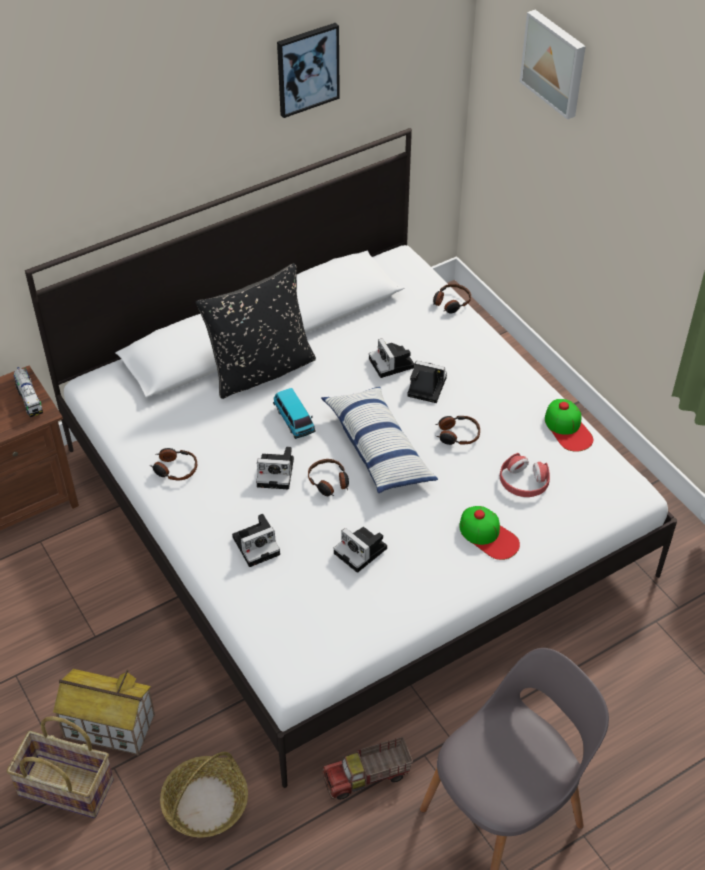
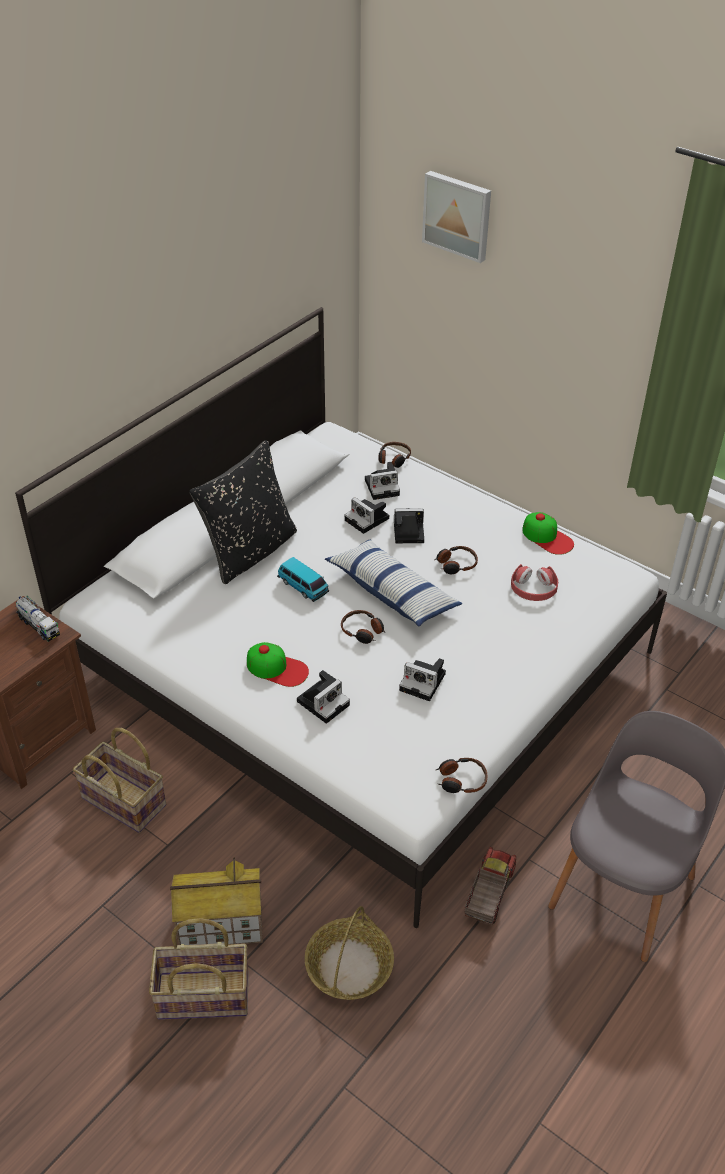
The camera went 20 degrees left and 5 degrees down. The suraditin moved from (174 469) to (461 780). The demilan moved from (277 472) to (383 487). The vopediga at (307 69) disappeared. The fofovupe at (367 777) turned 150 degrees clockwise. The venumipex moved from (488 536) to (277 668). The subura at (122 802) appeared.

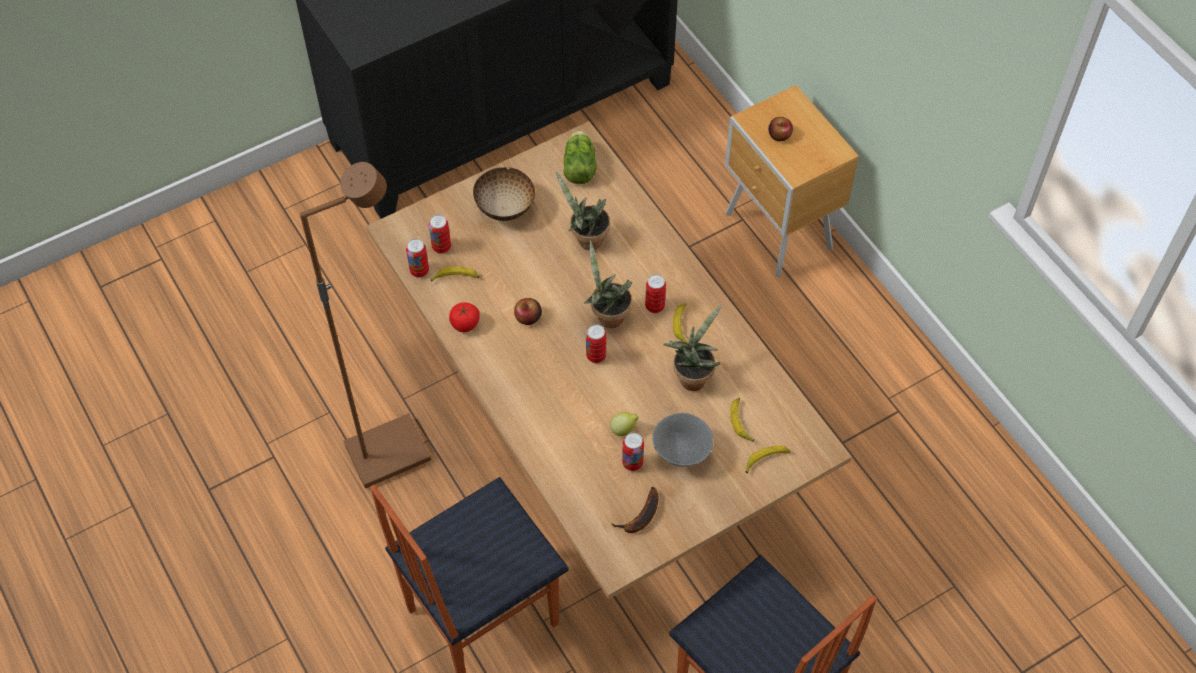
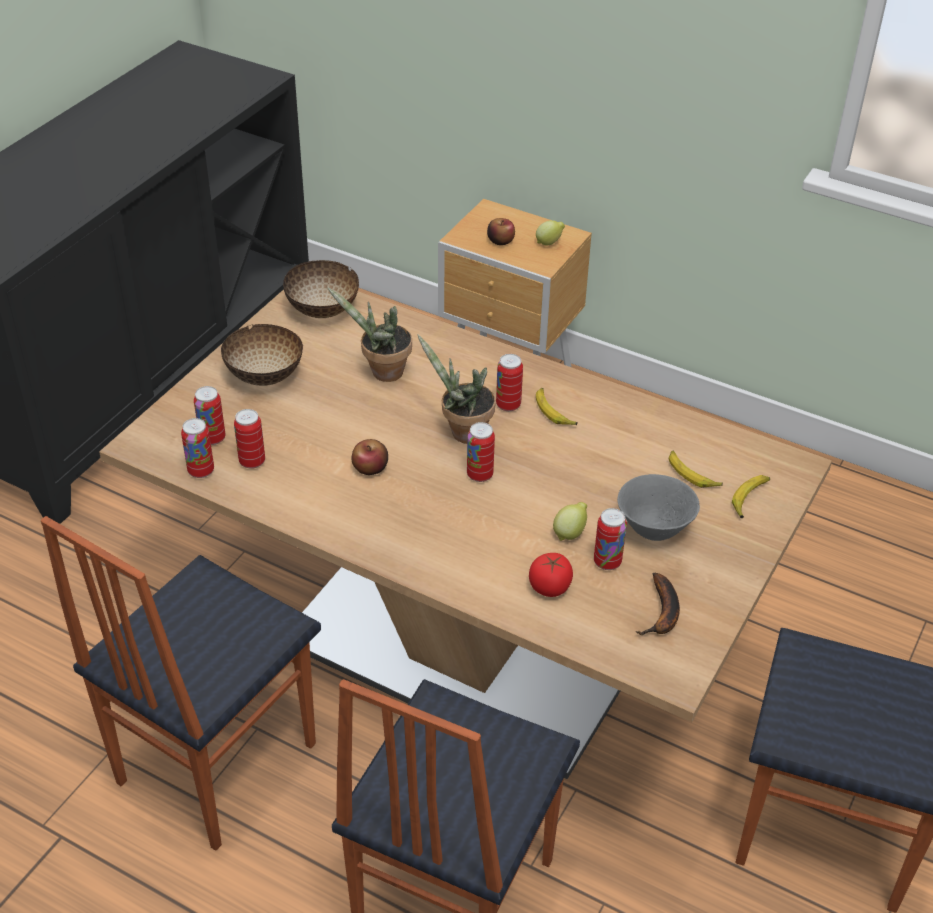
The camera went 30 degrees left and 15 degrees down. The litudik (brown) at (388 451) was replaced by the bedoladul at (213 763). The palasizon at (455 278) was replaced by the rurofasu at (252 461). The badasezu moved from (465 324) to (550 587). The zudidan at (579 165) was replaced by the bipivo at (323 311). The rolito at (693 376) disappeared. The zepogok at (549 243) appeared.

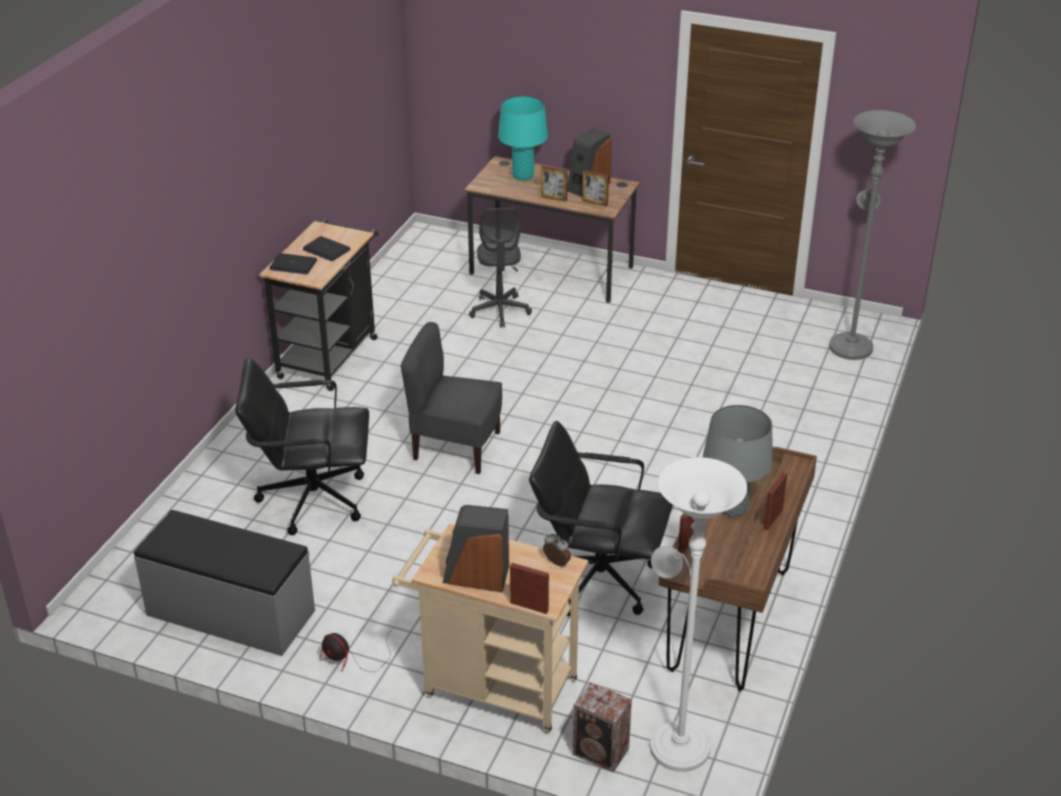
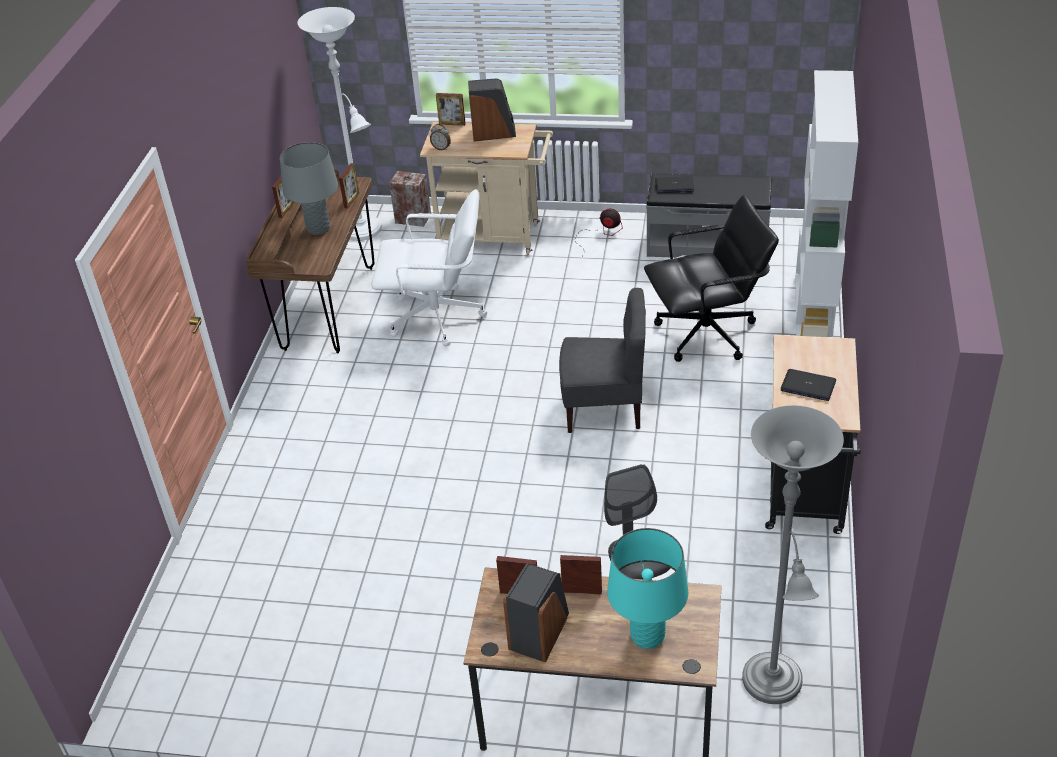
The camera went 170 degrees right and 5 degrees up. The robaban moved from (293 265) to (674 185). The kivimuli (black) at (598 579) became the kivimuli (white) at (437 318). The litudik (grey) moved from (850 344) to (774 686). The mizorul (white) at (814 312) appeared.

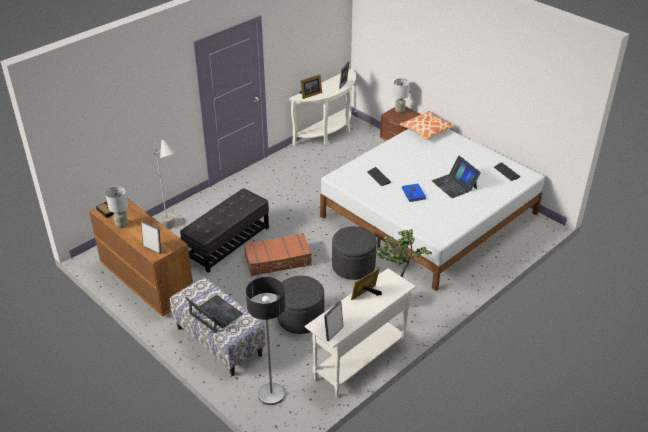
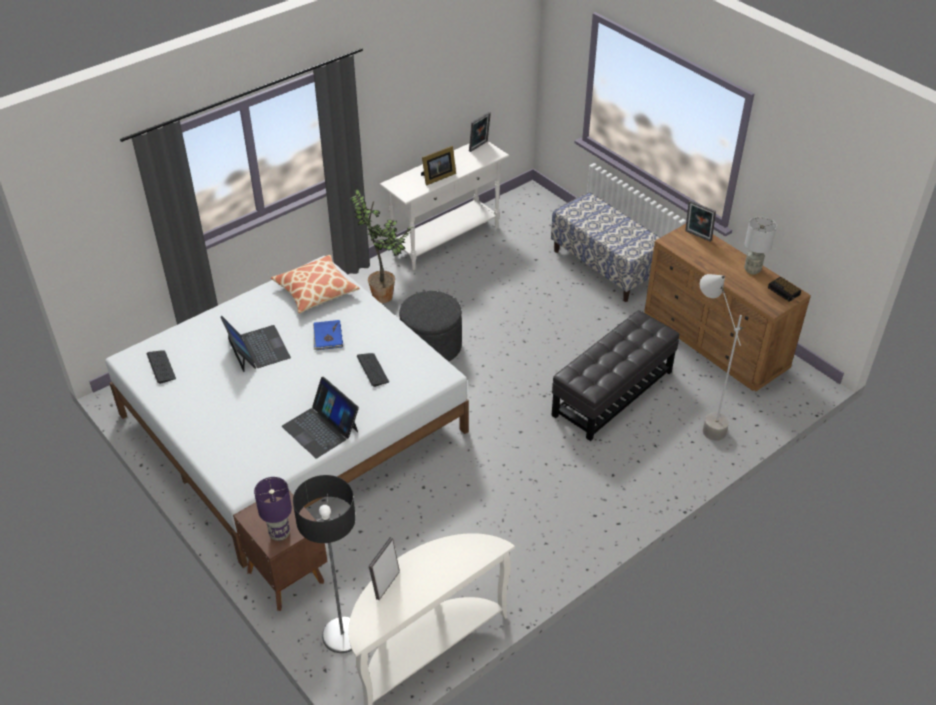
The camera went 175 degrees left and 5 degrees up. The robaban moved from (215 314) to (321 428). The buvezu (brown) at (278 260) disappeared. The litudik moved from (271 394) to (342 635). The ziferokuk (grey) at (300 318) disappeared. The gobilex at (310 94) disappeared. The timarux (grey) at (399 111) became the timarux (purple) at (280 533). The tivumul moved from (426 130) to (316 291).

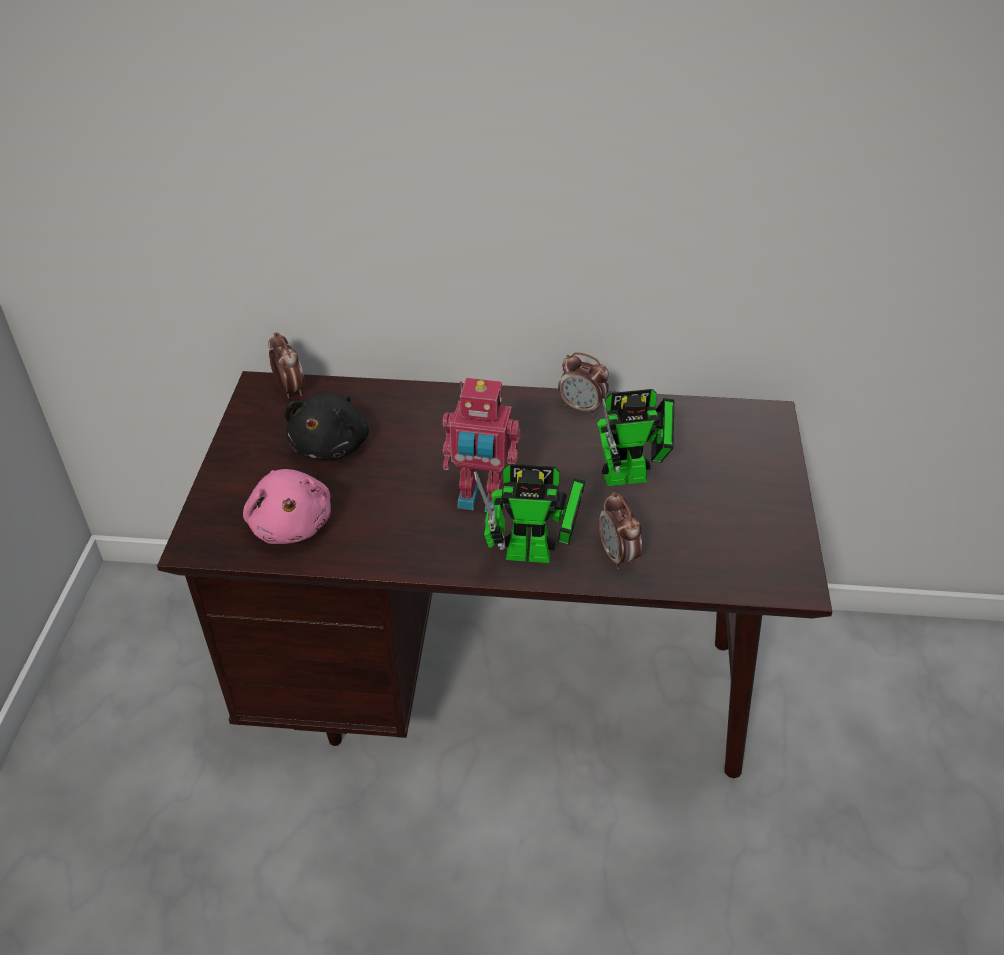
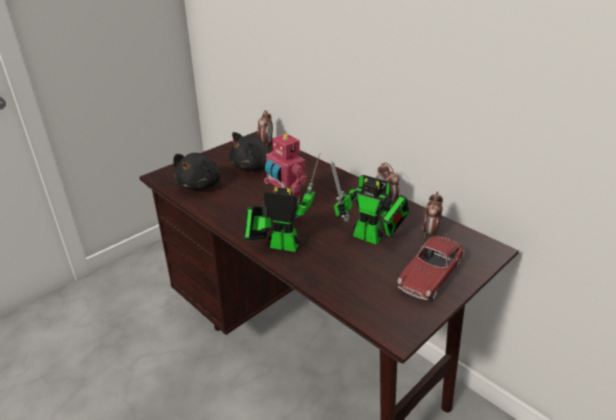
The camera went 40 degrees right and 10 degrees down. The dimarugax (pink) at (291 523) became the dimarugax (black) at (200 185). The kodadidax at (536 554) turned 150 degrees clockwise. The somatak moved from (618 555) to (430 232). The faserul at (430 275) appeared.

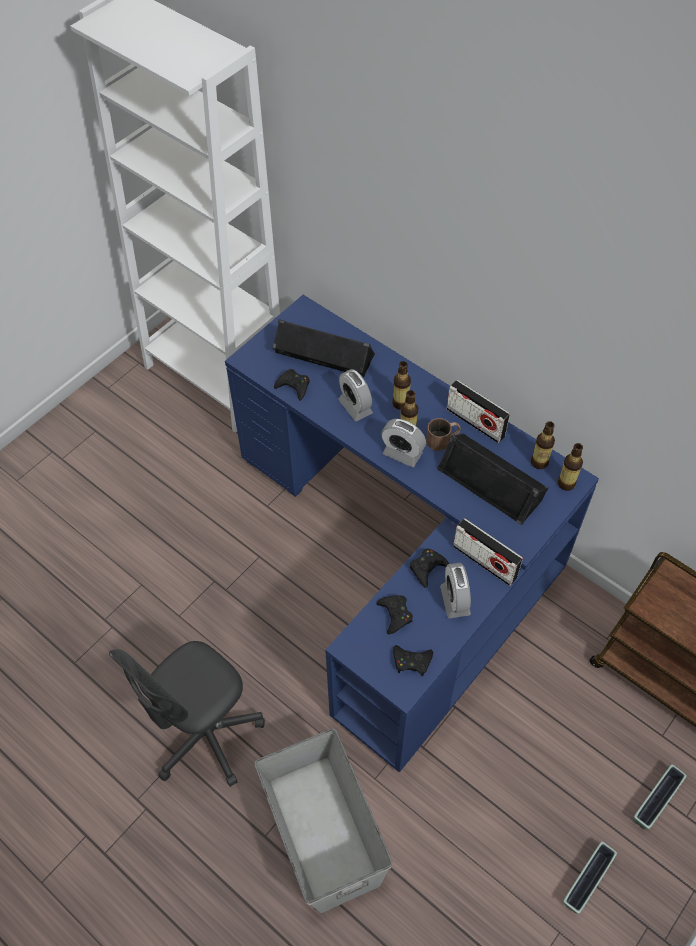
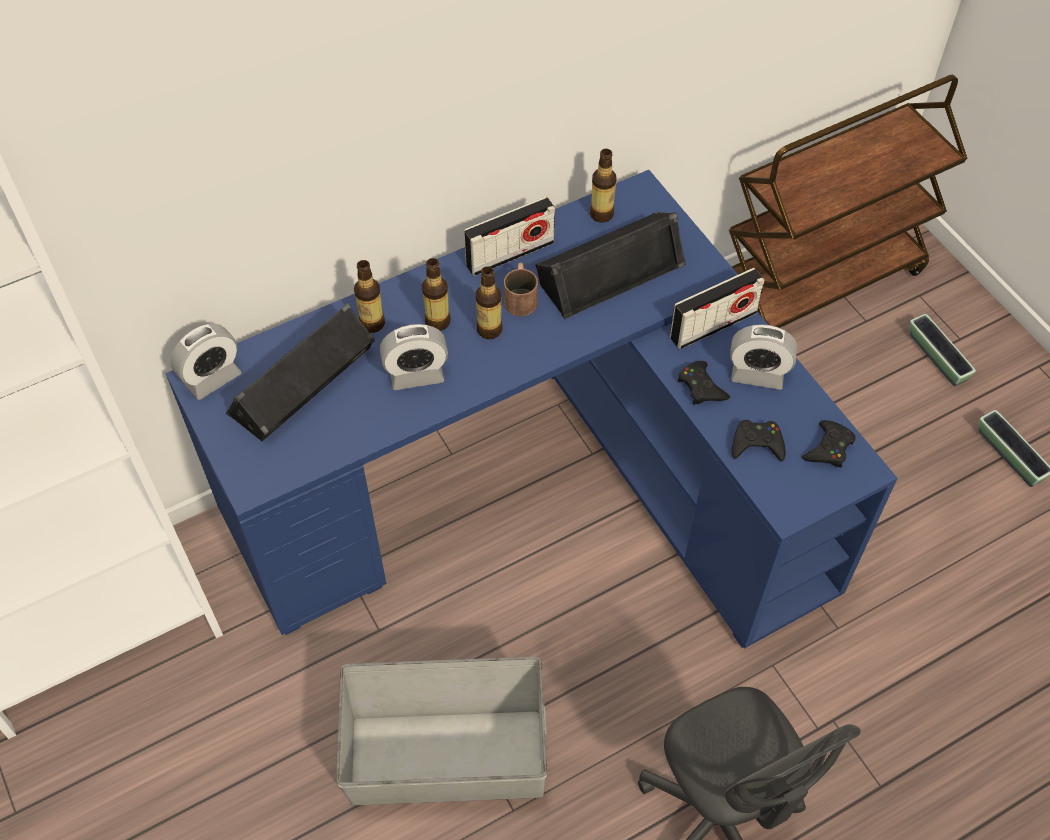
The camera went 70 degrees left and 0 degrees up. The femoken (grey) moved from (323 833) to (448 758). The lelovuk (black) at (293 386) disappeared. The somatak moved from (402 453) to (212 378). The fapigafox moved from (566 483) to (372 323).

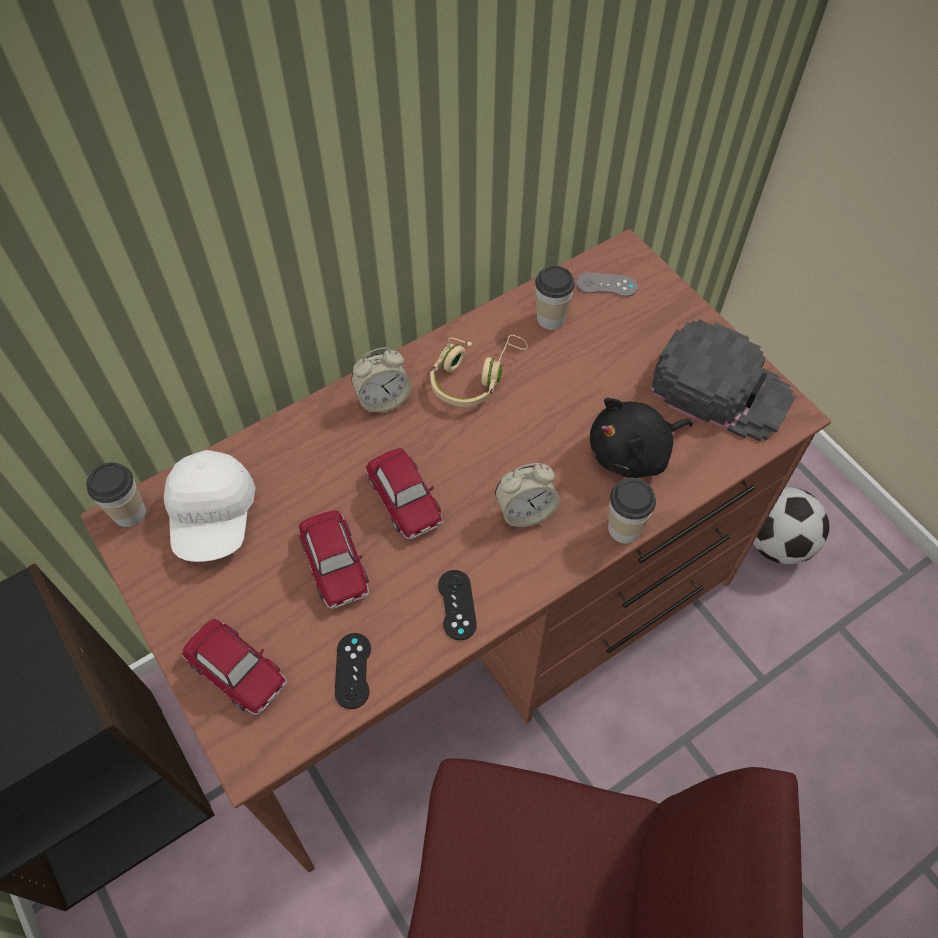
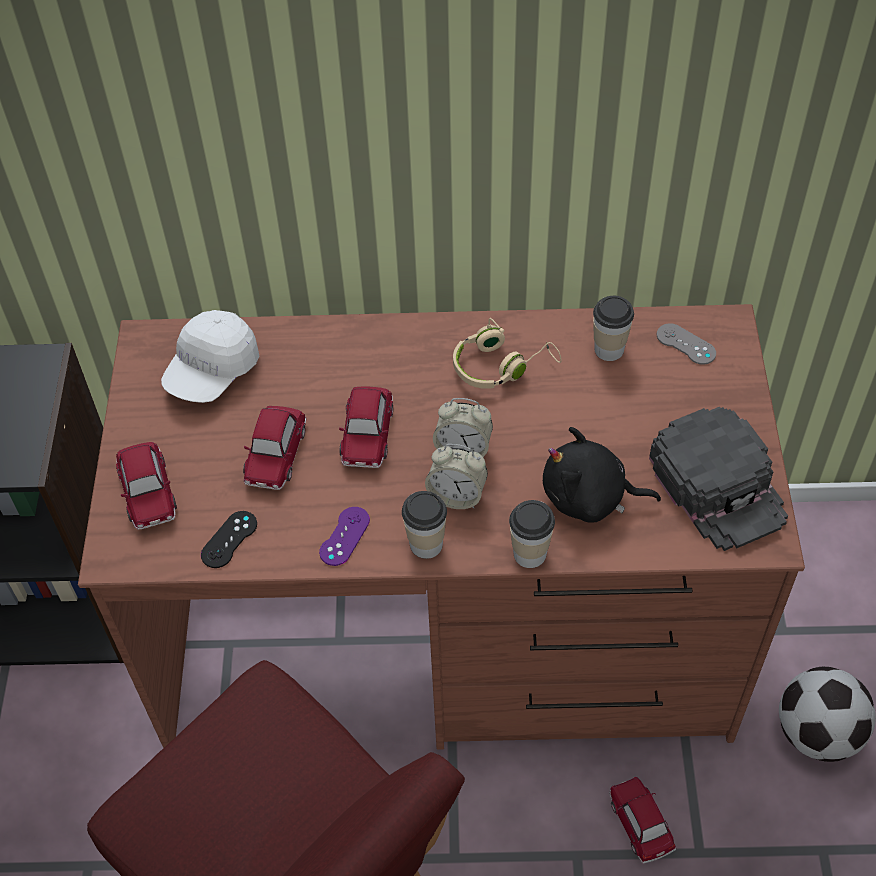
The camera went 35 degrees right and 5 degrees down. The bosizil moved from (129 513) to (426 544). The somatak moved from (383 399) to (463 450). The lelovuk (black) at (457 605) became the lelovuk (purple) at (344 536). The faserul at (640 822) appeared.

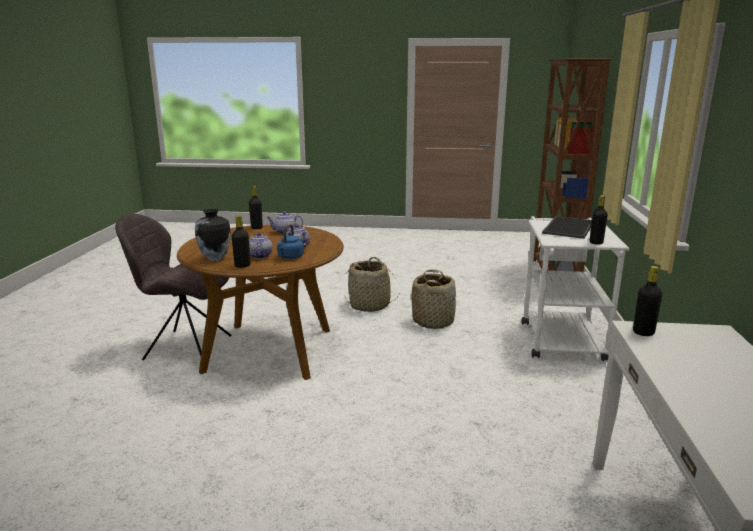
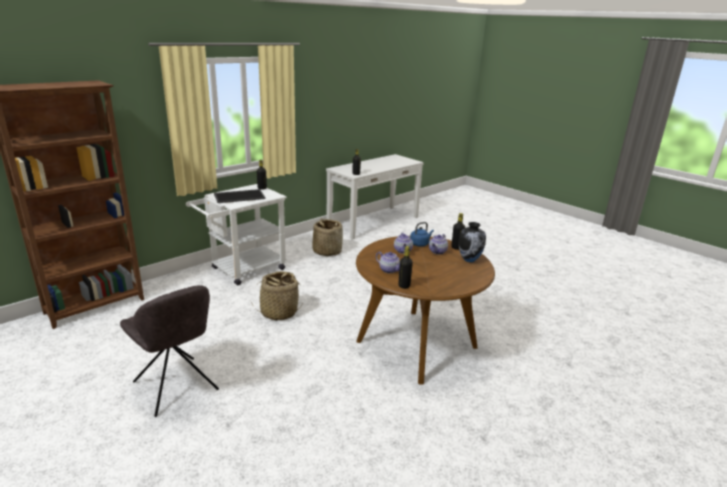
The camera went 140 degrees left and 5 degrees up. The bedoladul (grey) moved from (185 347) to (177 387). The subura moved from (370 305) to (327 251).

